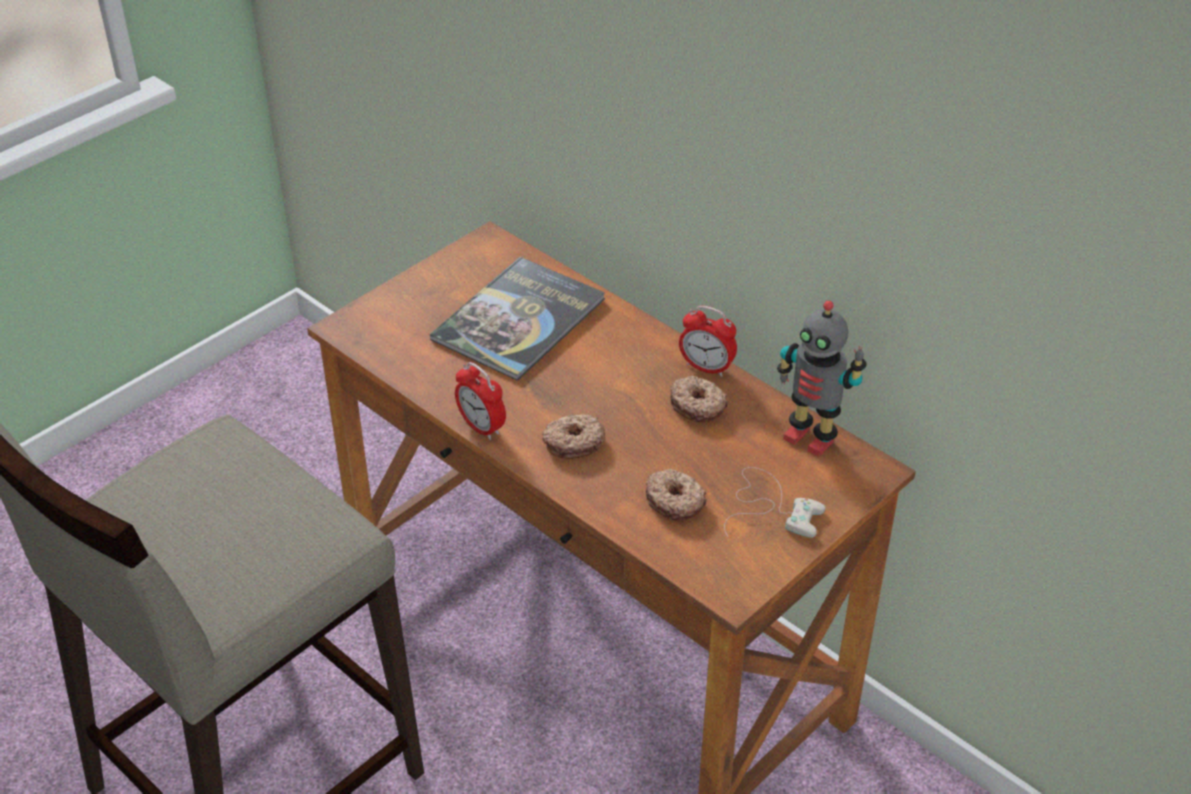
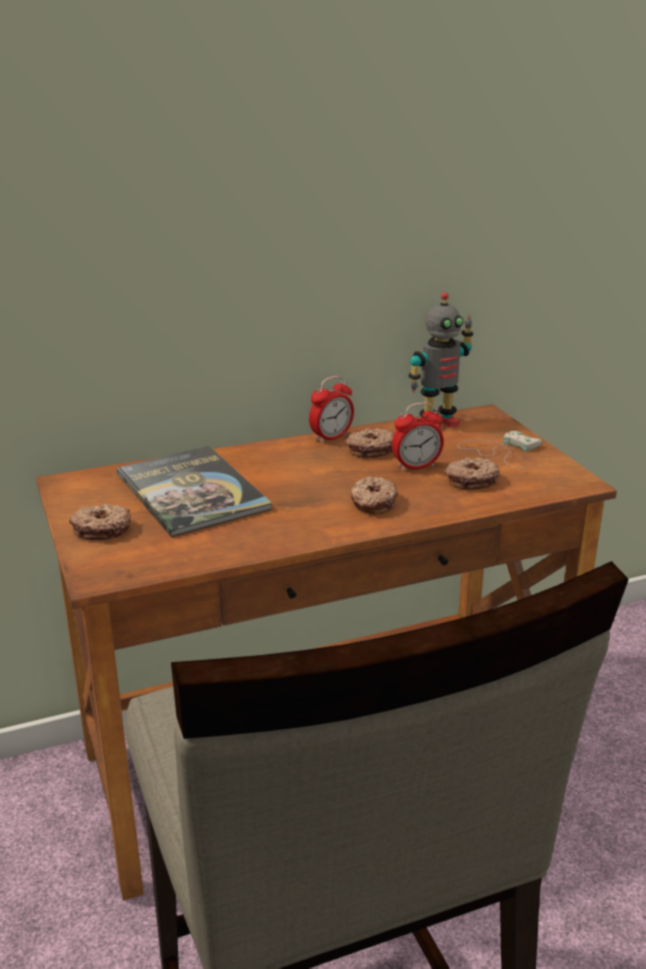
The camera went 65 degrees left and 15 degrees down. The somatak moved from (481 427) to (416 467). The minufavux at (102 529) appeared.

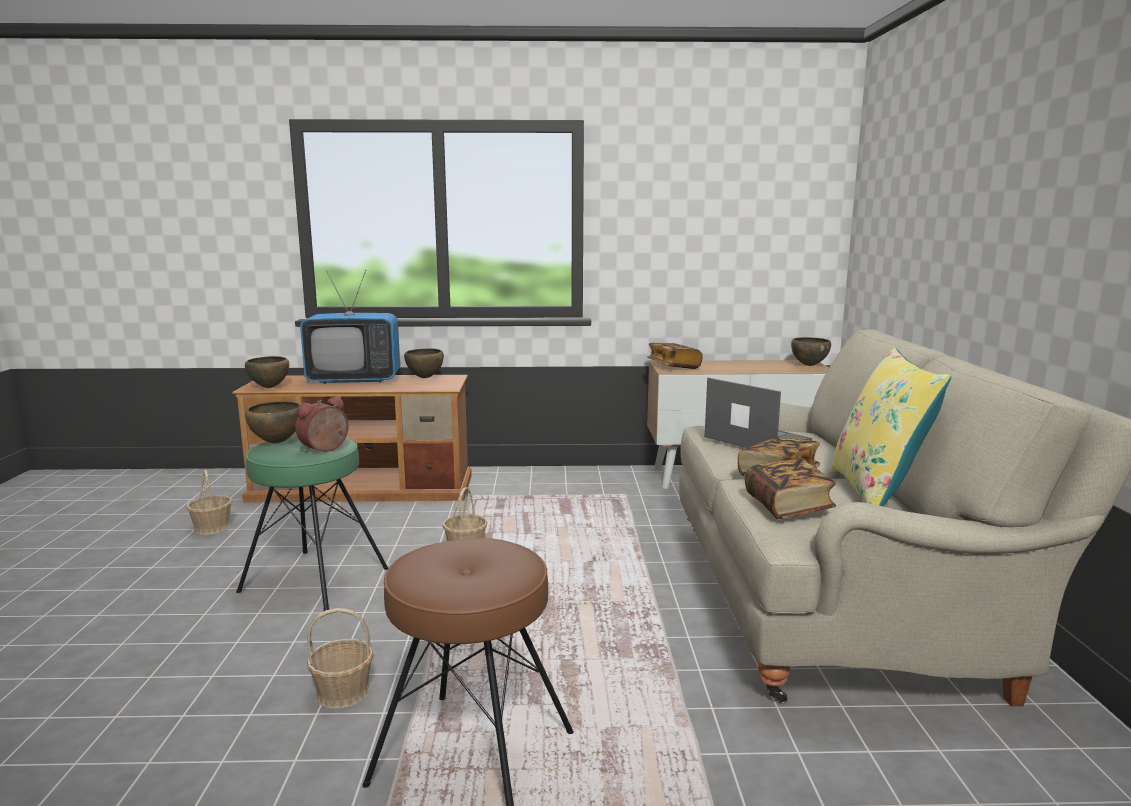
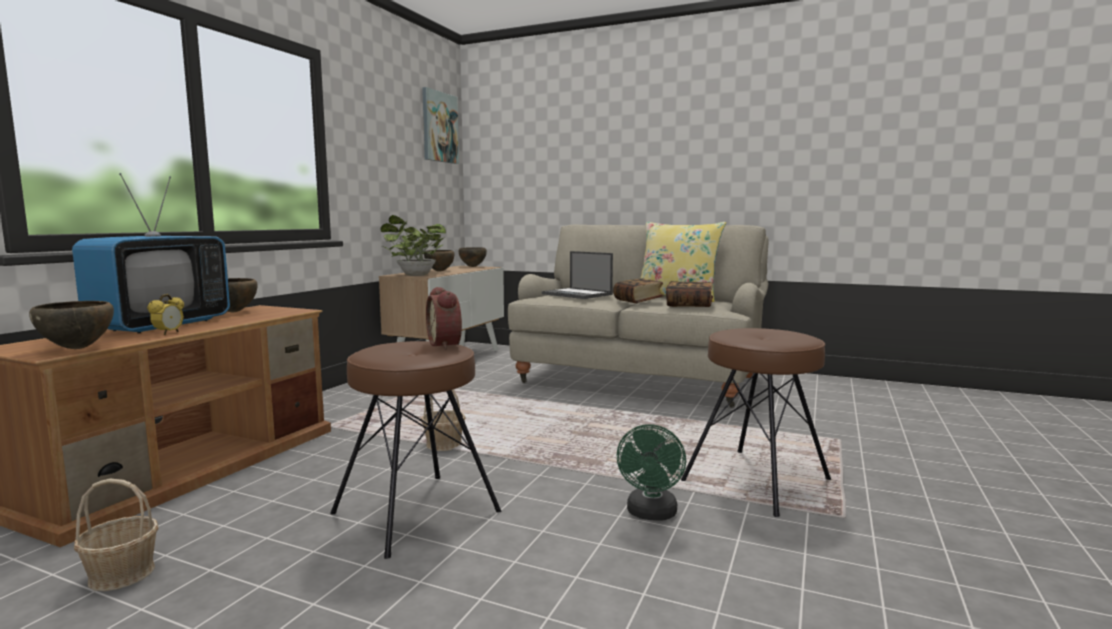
The camera went 65 degrees left and 5 degrees down. The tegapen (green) at (314 580) became the tegapen (brown) at (417 512). The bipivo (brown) moved from (276 442) to (440 271). The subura at (343 692) was replaced by the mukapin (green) at (651 514). The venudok at (673 366) was replaced by the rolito at (414 275). The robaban at (755 439) turned 120 degrees counterclockwise. The somatak at (168 333) appeared. The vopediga at (439 127) appeared.

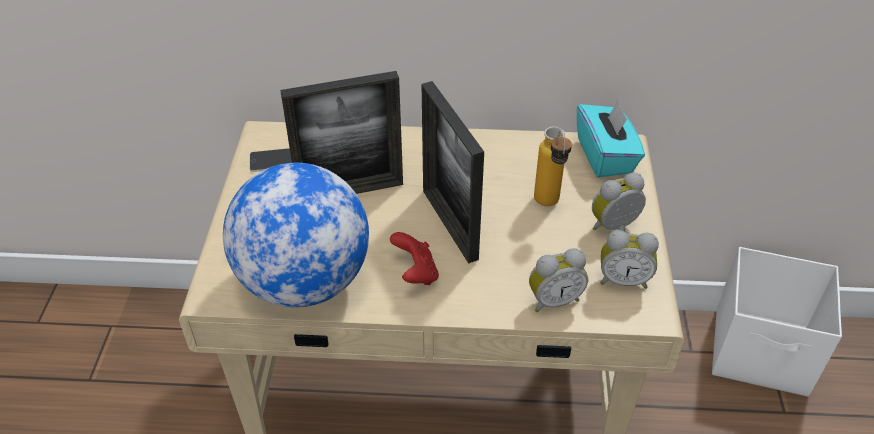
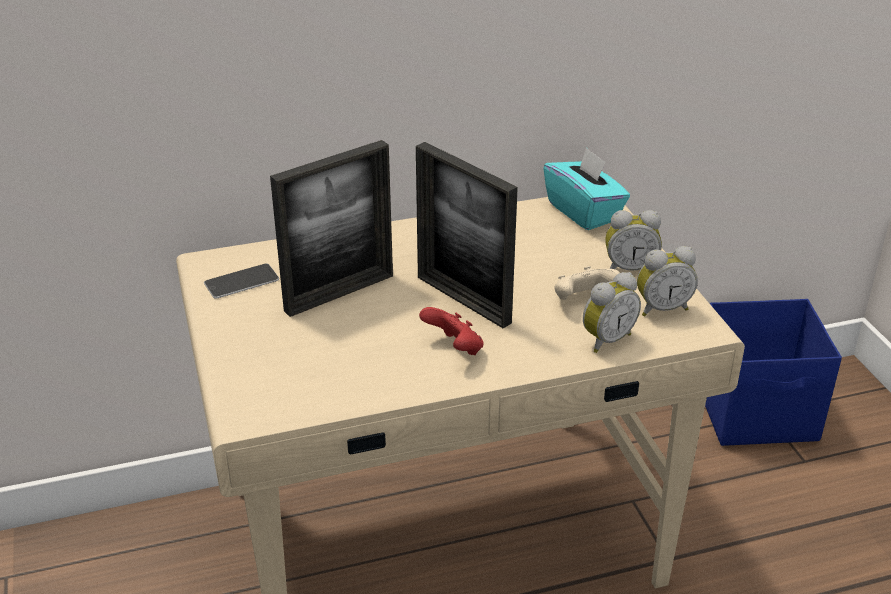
The camera went 20 degrees left and 10 degrees down. The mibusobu at (304 282) disappeared. The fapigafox at (548 206) disappeared. The somatak at (615 228) turned 135 degrees counterclockwise. The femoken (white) at (761 352) became the femoken (blue) at (758 413). The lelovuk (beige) at (582 300) appeared.

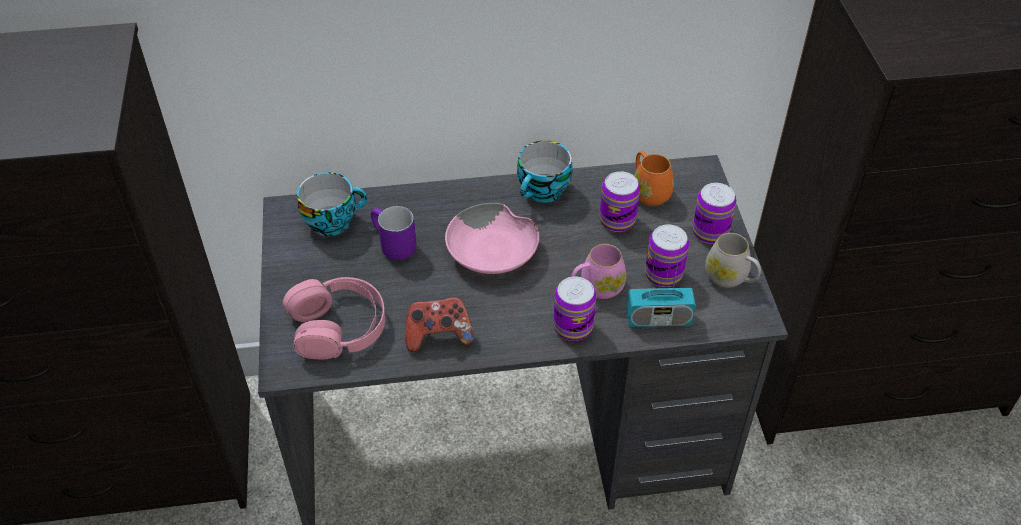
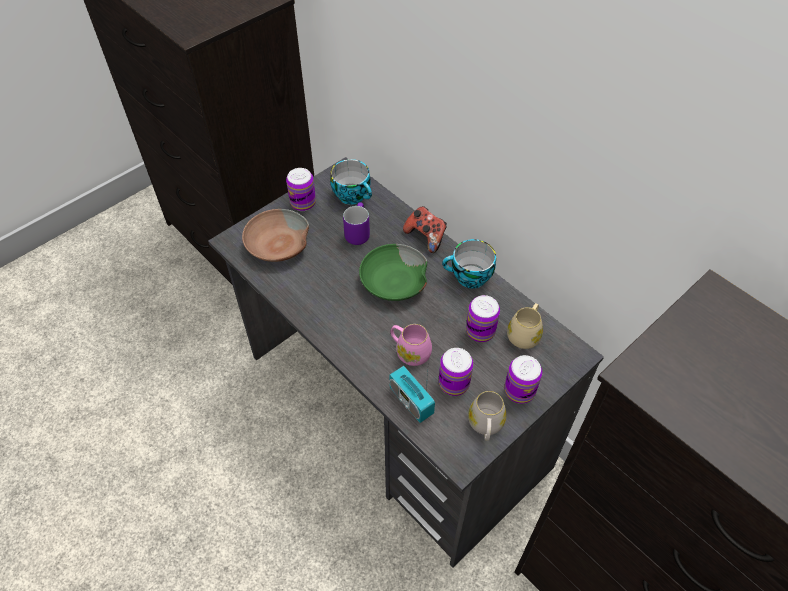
The camera went 55 degrees right and 5 degrees up. The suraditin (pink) at (338 326) was replaced by the bipivo (brown) at (277 245). The lelovuk moved from (438 335) to (426 237). The bipivo (pink) at (493 252) became the bipivo (green) at (394 282). The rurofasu moved from (573 327) to (303 203). The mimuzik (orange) at (648 191) became the mimuzik (beige) at (525 334).

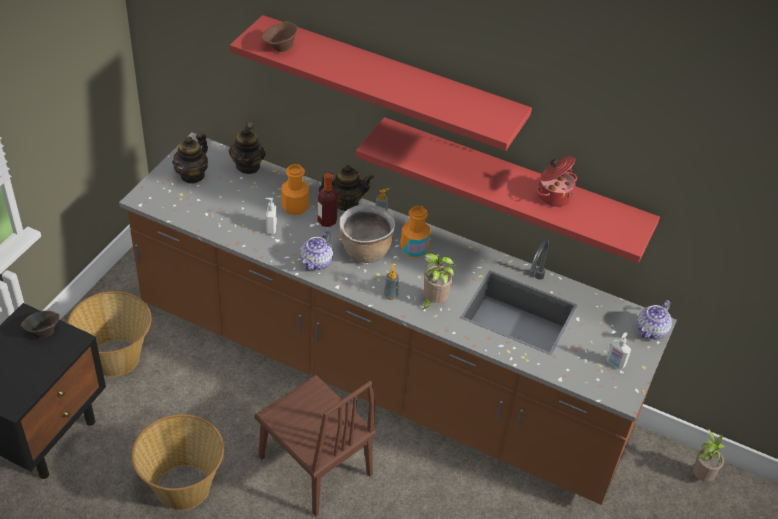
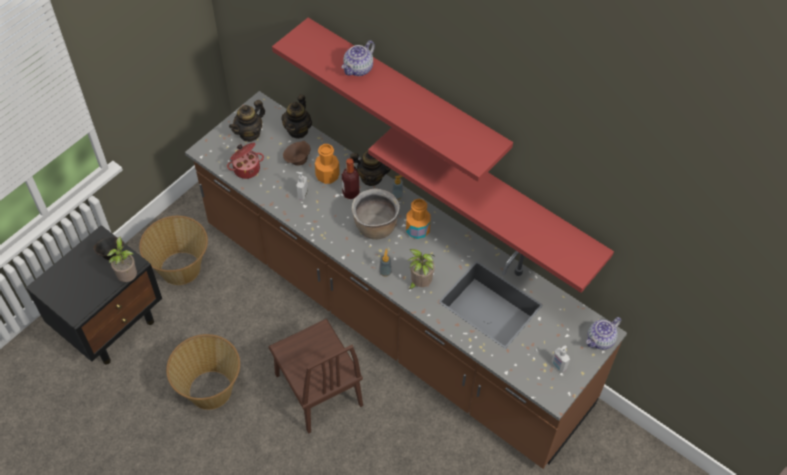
The camera went 15 degrees right and 10 degrees up. The bipivo (brown) moved from (280 48) to (297 160). The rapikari moved from (317 262) to (358 69). The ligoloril moved from (553 195) to (246 168). The rolito moved from (701 476) to (129 277).

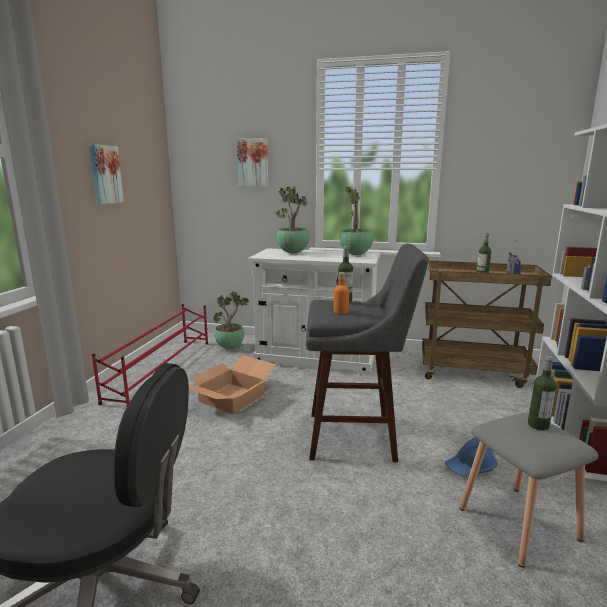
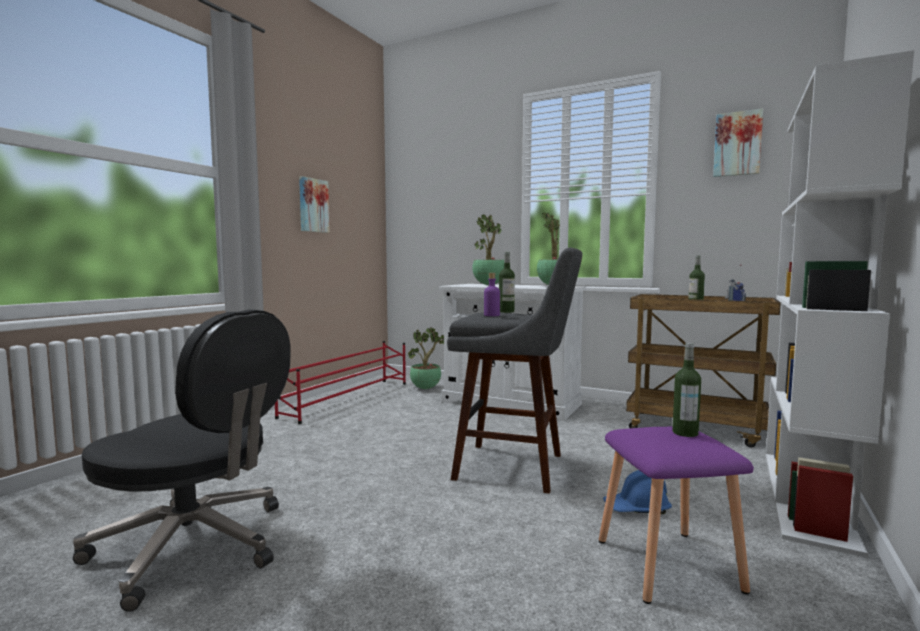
The camera went 15 degrees right and 10 degrees down. The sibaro at (232 397) disappeared. The vopediga moved from (253 162) to (737 144). The fapigafox (orange) at (341 311) became the fapigafox (purple) at (491 315). The tegapen (grey) at (520 524) became the tegapen (purple) at (670 566).

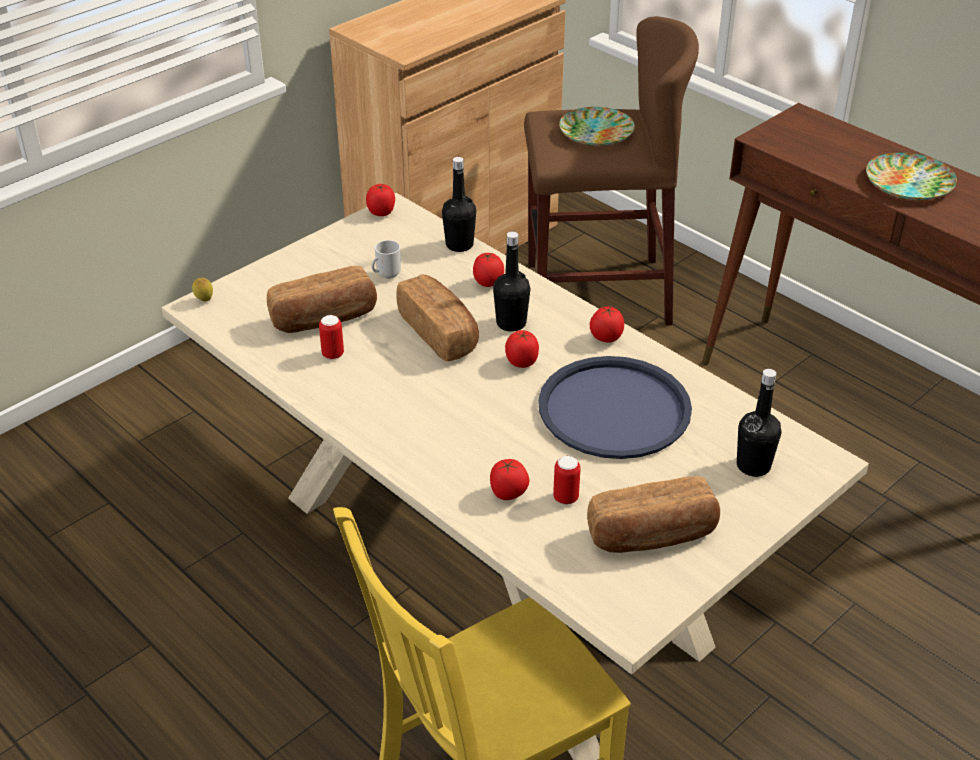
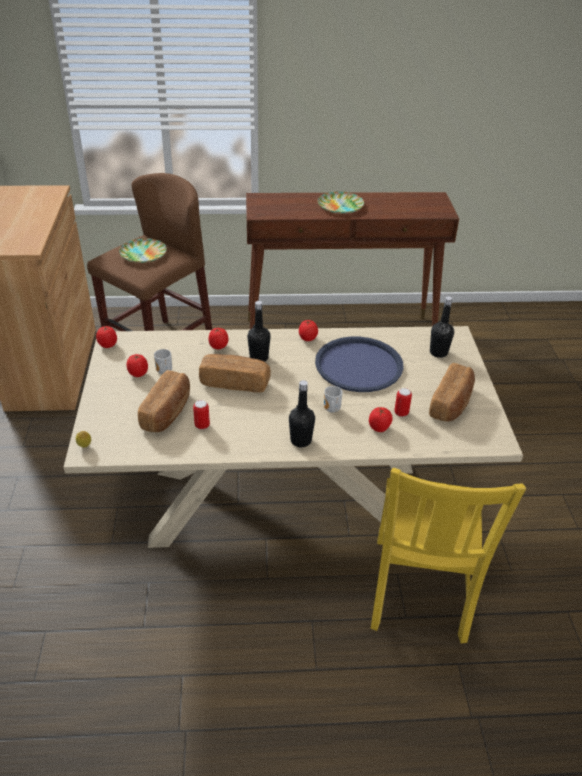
The camera went 50 degrees left and 0 degrees up. The fapigafox (black) moved from (459 245) to (301 440). The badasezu moved from (522 362) to (138 374). The mimuzik at (331 410) appeared.

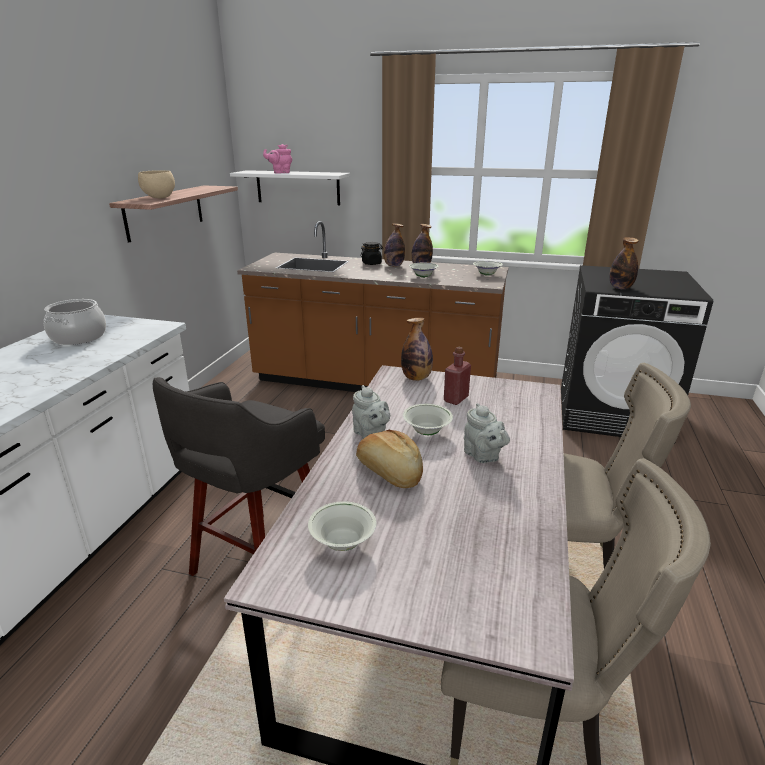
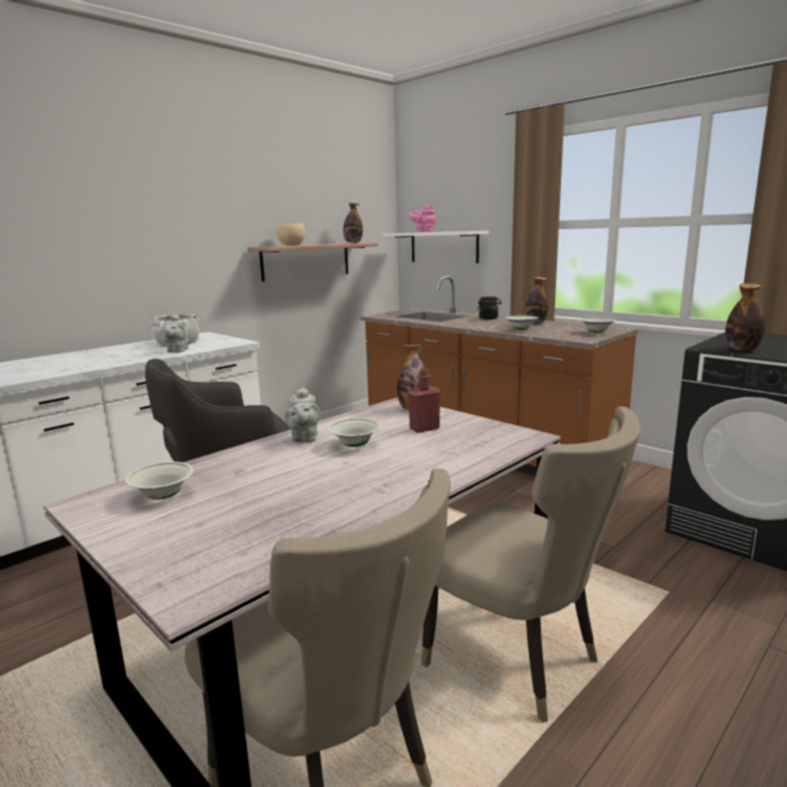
The camera went 30 degrees right and 10 degrees down. The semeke at (389 472) disappeared. The fapigafox moved from (393 266) to (353 243). The rapikari (grey) moved from (483 456) to (177 350).

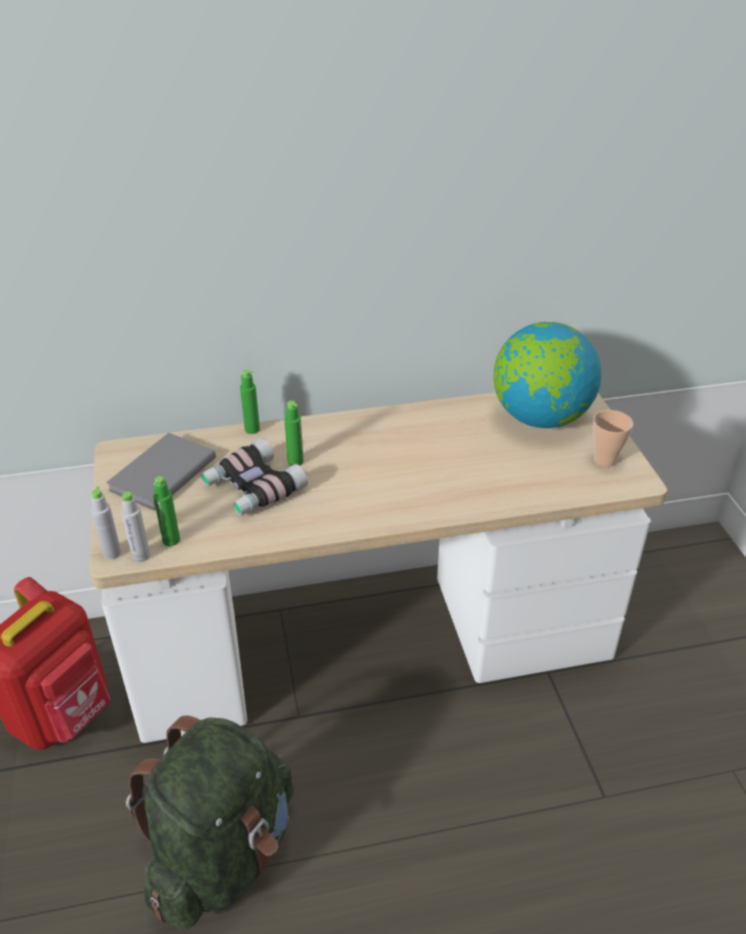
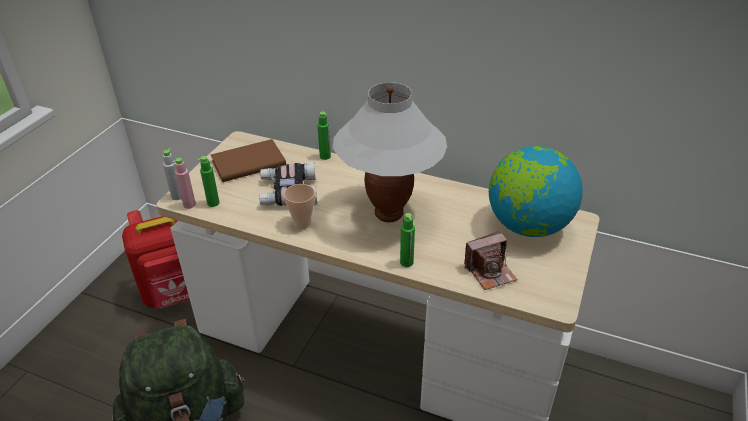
The camera went 35 degrees right and 0 degrees up. The venudok (grey) at (160 474) became the venudok (brown) at (247 162). The fapigafox (grey) at (141 556) became the fapigafox (pink) at (189 205). The fapigafox (green) moved from (295 462) to (406 262). The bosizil moved from (605 460) to (302 223). The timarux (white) at (389 214) appeared. The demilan at (490 272) appeared.

